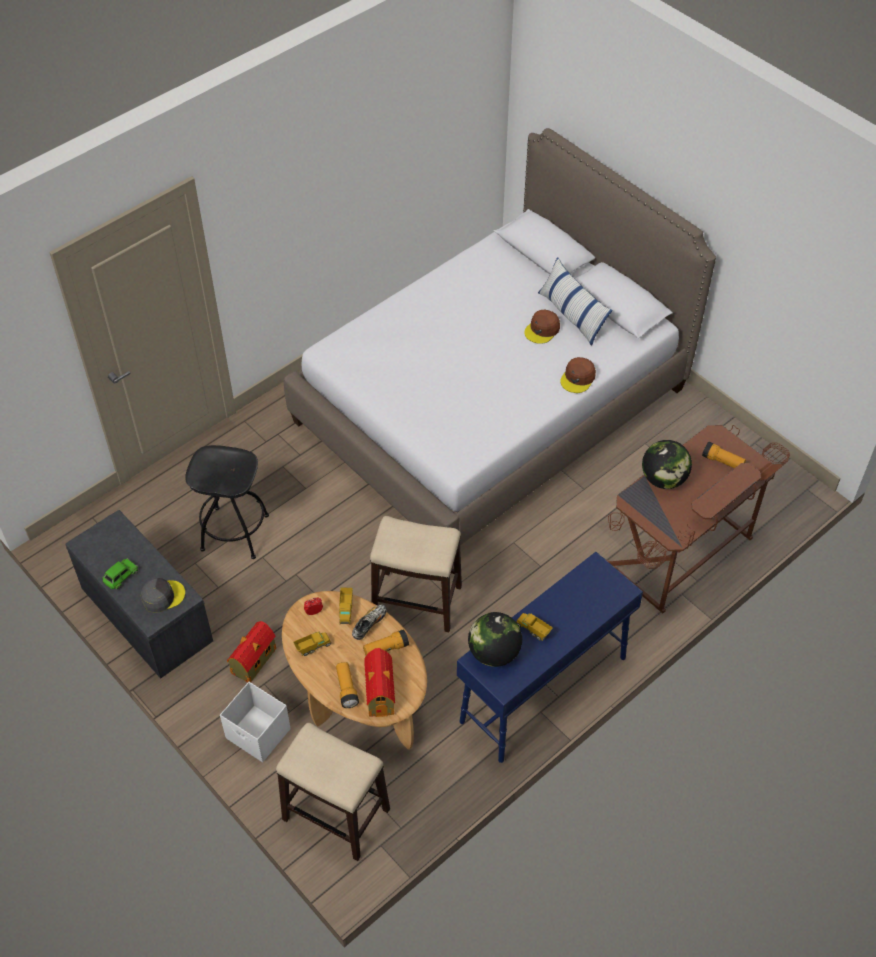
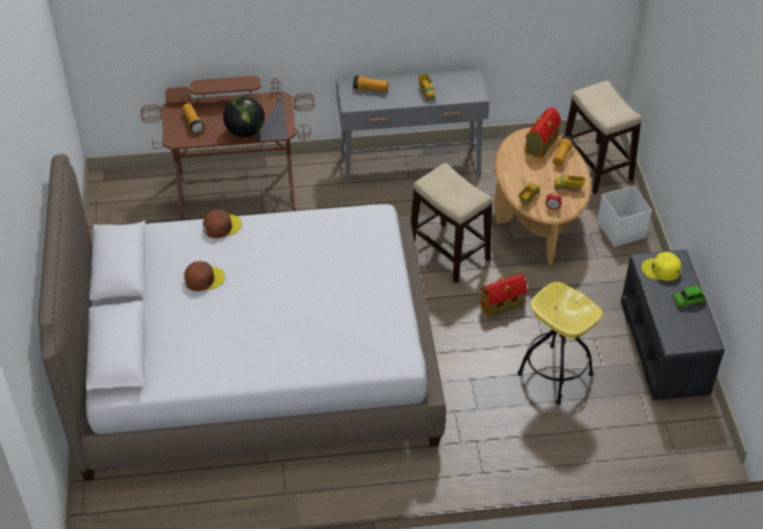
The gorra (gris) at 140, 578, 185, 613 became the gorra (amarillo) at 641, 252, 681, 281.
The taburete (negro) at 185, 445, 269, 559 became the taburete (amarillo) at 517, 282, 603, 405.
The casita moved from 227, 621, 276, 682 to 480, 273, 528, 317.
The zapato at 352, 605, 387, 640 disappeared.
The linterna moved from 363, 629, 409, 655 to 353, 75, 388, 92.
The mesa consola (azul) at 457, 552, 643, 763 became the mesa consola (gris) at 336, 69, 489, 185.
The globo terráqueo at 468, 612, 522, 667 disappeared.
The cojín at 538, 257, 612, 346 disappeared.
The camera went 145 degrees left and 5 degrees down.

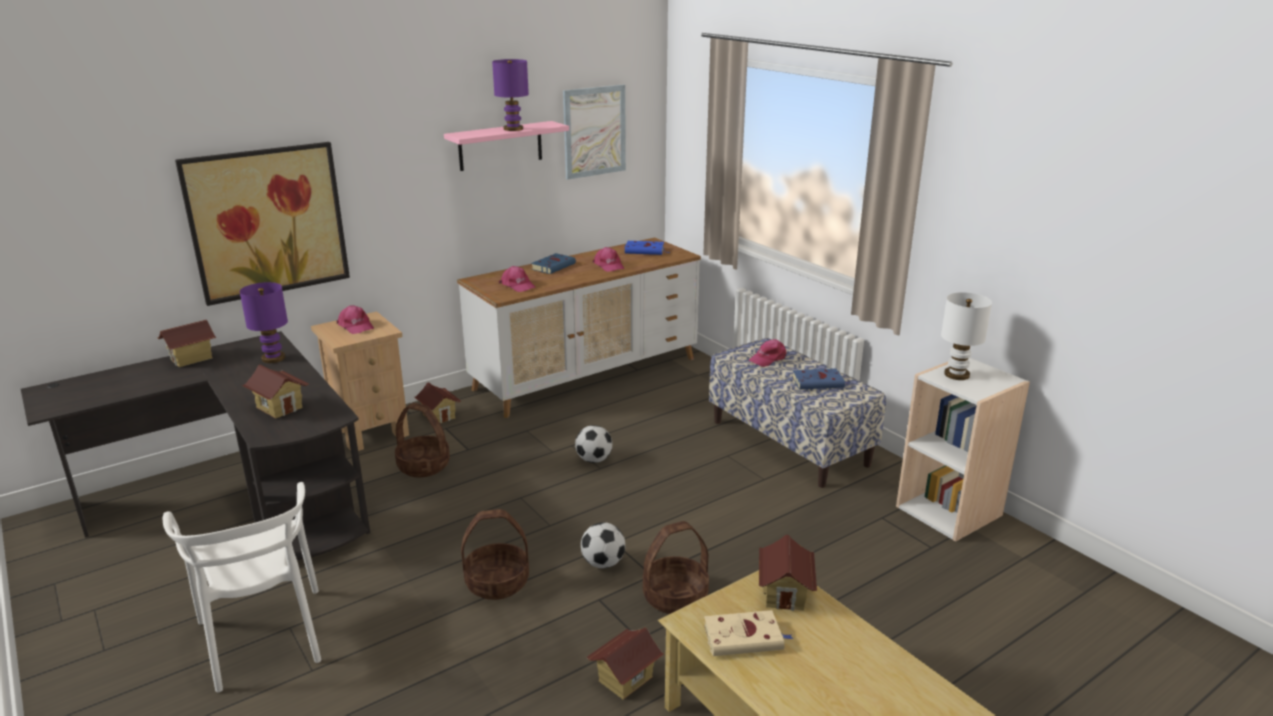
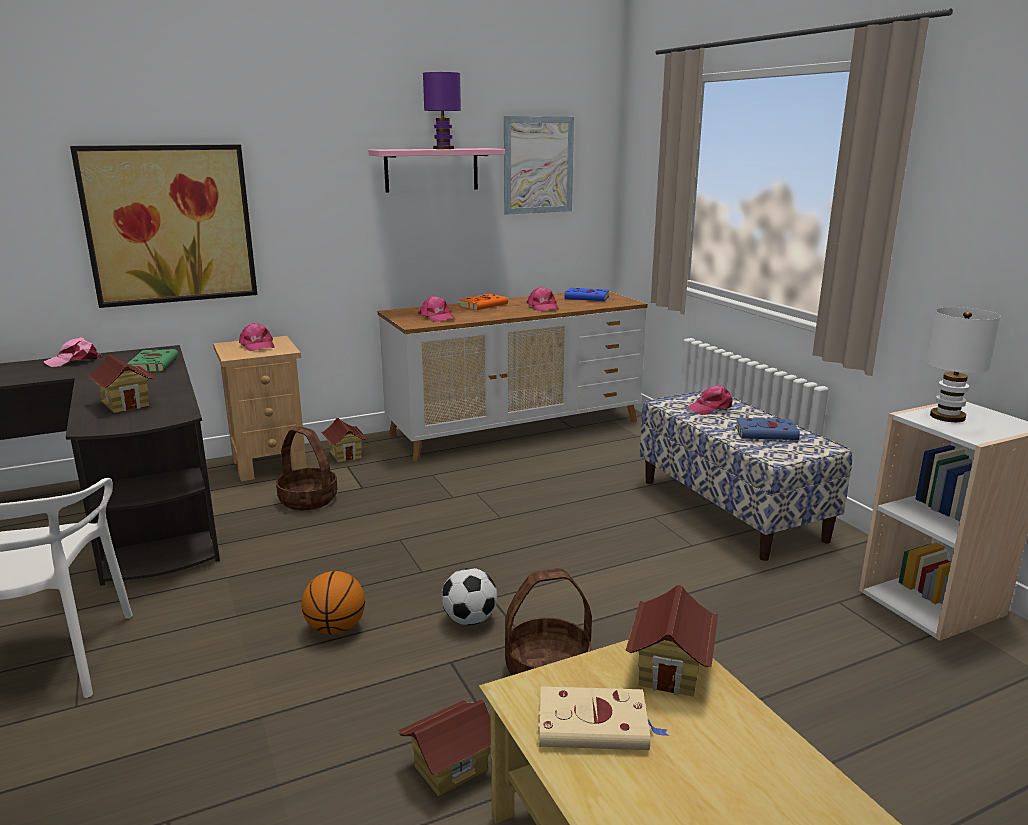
The casita at 158, 320, 217, 367 was replaced by the gorra (rosa) at 43, 337, 102, 367.
The lámpara de mesa (morado) at 240, 282, 288, 363 was replaced by the libro (verde) at 127, 349, 178, 372.
The cesta at 461, 509, 529, 600 was replaced by the balón de baloncesto at 302, 571, 365, 635.
The libro (azul) at 531, 253, 576, 274 became the libro (naranja) at 459, 294, 508, 310.
The balón de fútbol at 575, 425, 612, 463 disappeared.
The camera went 10 degrees right and 5 degrees down.

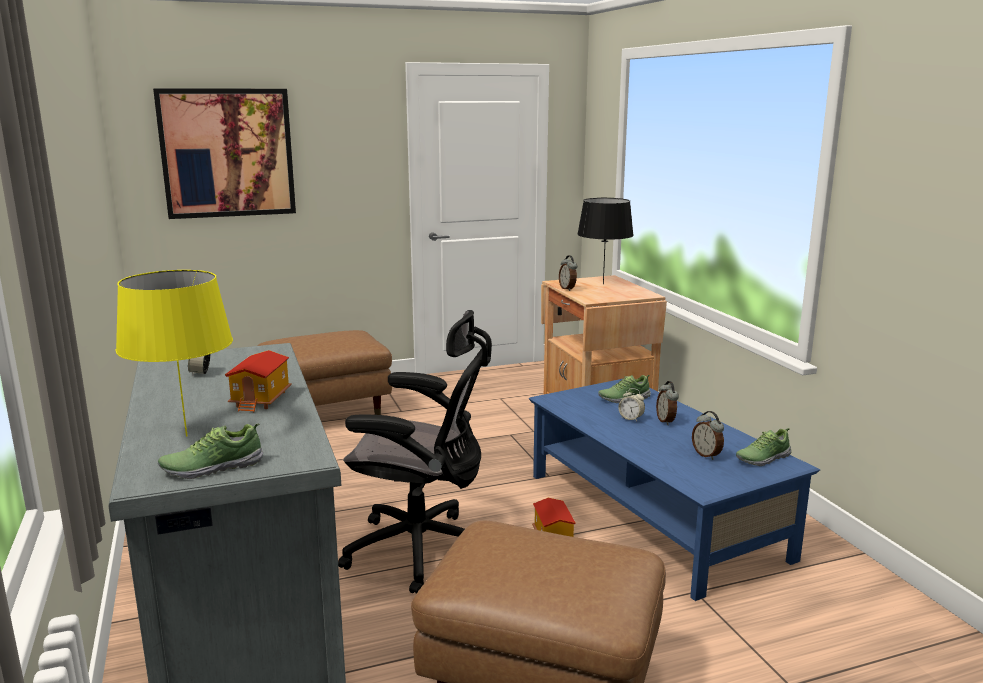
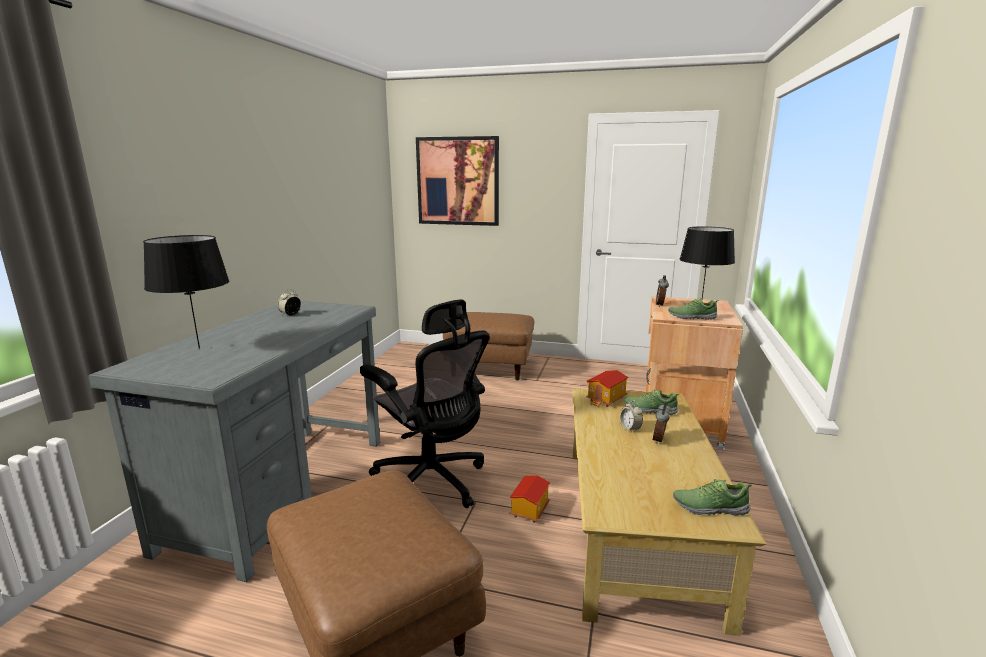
The lámpara de mesa (amarillo) at 116, 270, 233, 437 became the lámpara de mesa (negro) at 143, 235, 229, 349.
The zapato moved from 158, 423, 263, 479 to 668, 298, 718, 320.
The casita moved from 225, 350, 292, 412 to 586, 370, 628, 407.
The mesa de centro (azul) at 529, 378, 820, 601 became the mesa de centro (beis) at 572, 389, 767, 636.
The despertador at 692, 411, 724, 460 disappeared.
The camera went 35 degrees right and 0 degrees up.

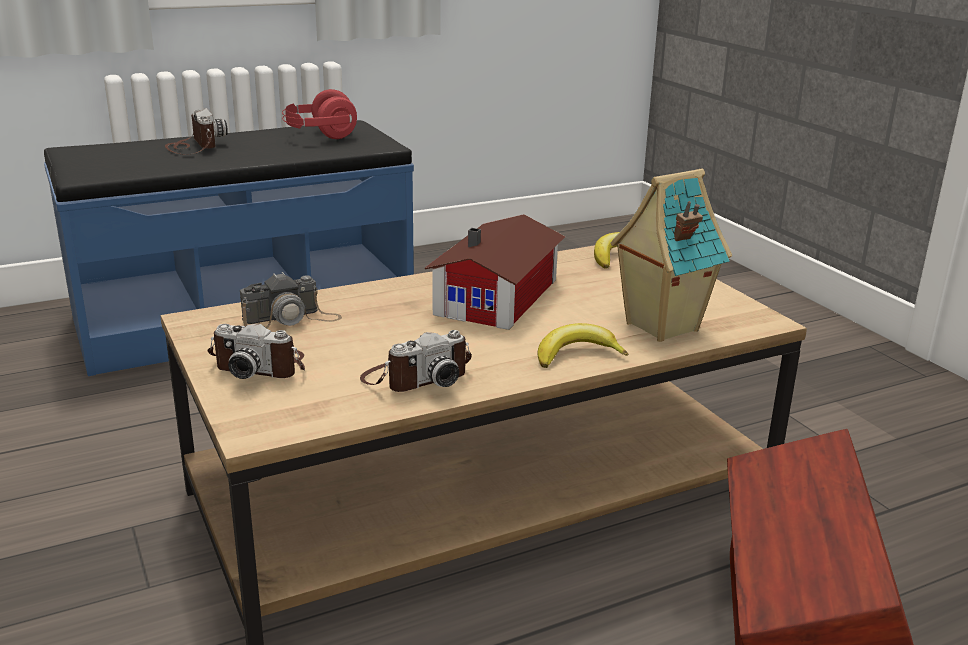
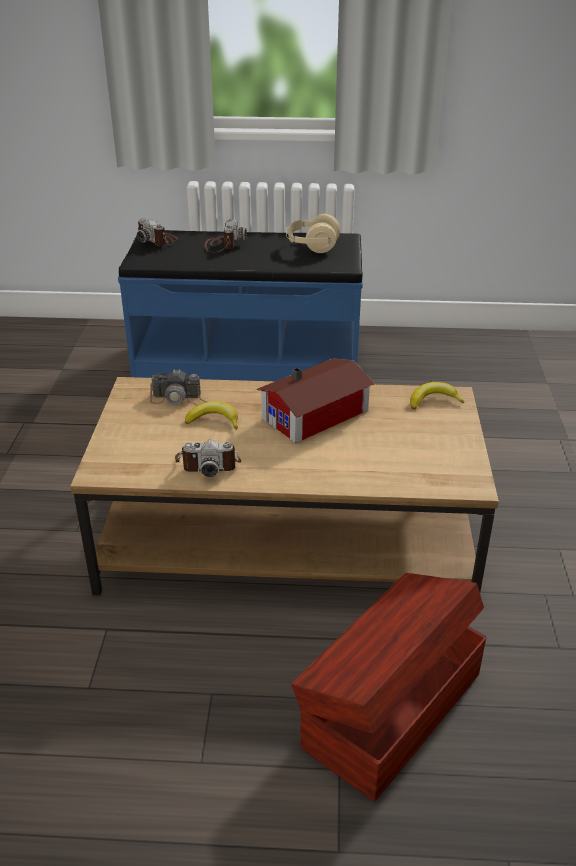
The cámara moved from 207, 323, 305, 379 to 137, 218, 178, 246.
The auriculares (rojo) at 282, 89, 357, 139 became the auriculares (beis) at 286, 214, 340, 253.
The plátano moved from 537, 323, 628, 368 to 185, 401, 238, 430.
The casita at 611, 168, 732, 342 disappeared.
The camera went 30 degrees right and 10 degrees up.

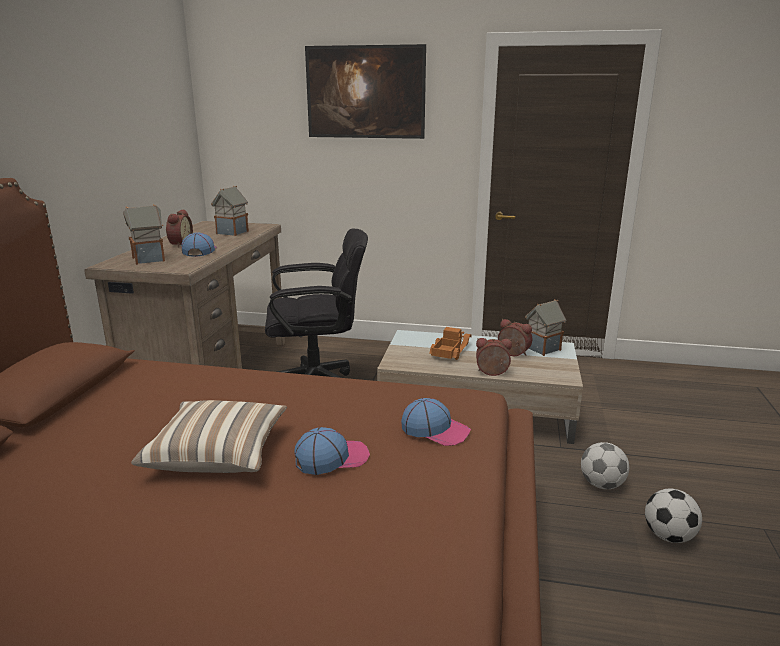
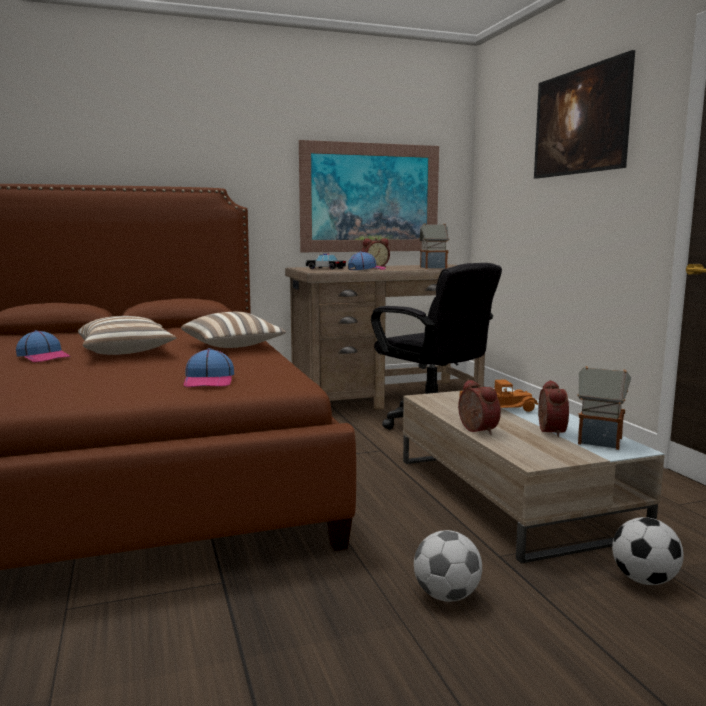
The casita at 123, 204, 165, 265 was replaced by the coche de juguete at 306, 254, 346, 270.
The gorra moved from 294, 427, 370, 475 to 16, 330, 71, 362.
The balón de fútbol moved from 645, 488, 702, 543 to 612, 517, 684, 585.
The cojín at 181, 312, 286, 348 appeared.
The cuadro at 299, 140, 439, 252 appeared.
The camera went 60 degrees right and 10 degrees down.

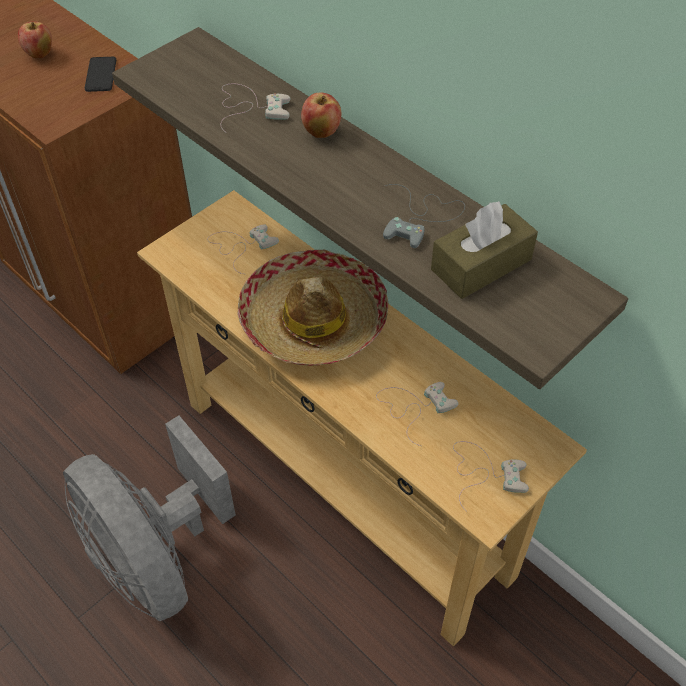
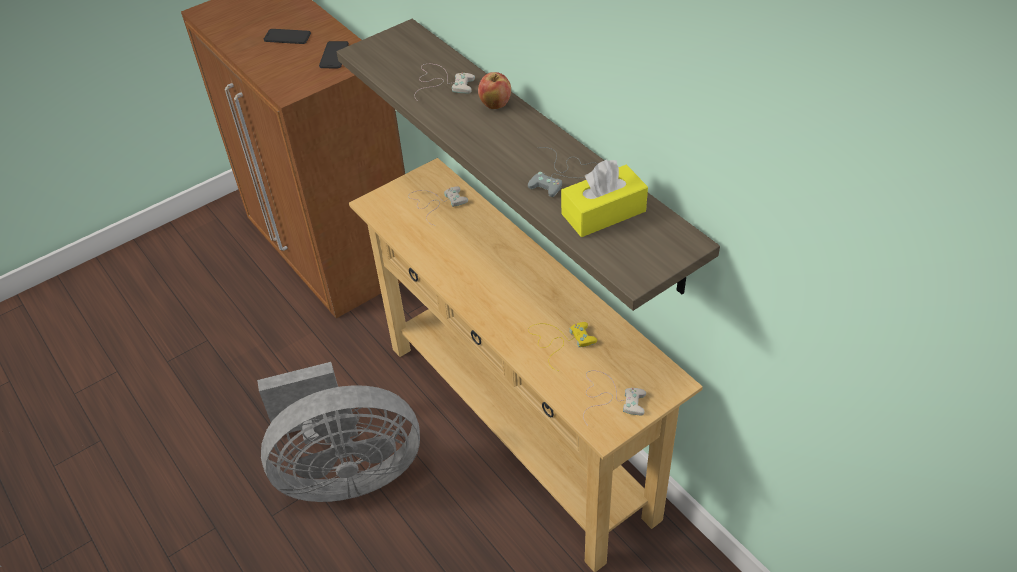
The manzana at 18, 21, 52, 58 was replaced by the móvil at 264, 29, 311, 44.
The ventilador (gris) at 63, 415, 236, 621 turned 75 degrees counterclockwise.
The sombrero at 238, 250, 388, 366 disappeared.
The mando de consola (blanco) at 376, 382, 458, 446 became the mando de consola (amarillo) at 528, 322, 597, 371.
The caja de pañuelos (marrón) at 431, 201, 538, 299 became the caja de pañuelos (amarillo) at 561, 160, 648, 237.
The camera went 10 degrees right and 5 degrees down.

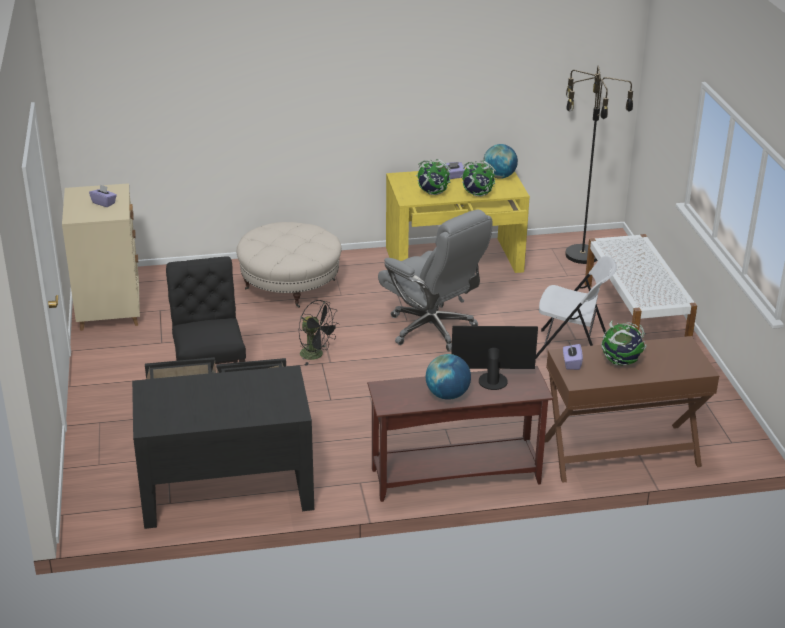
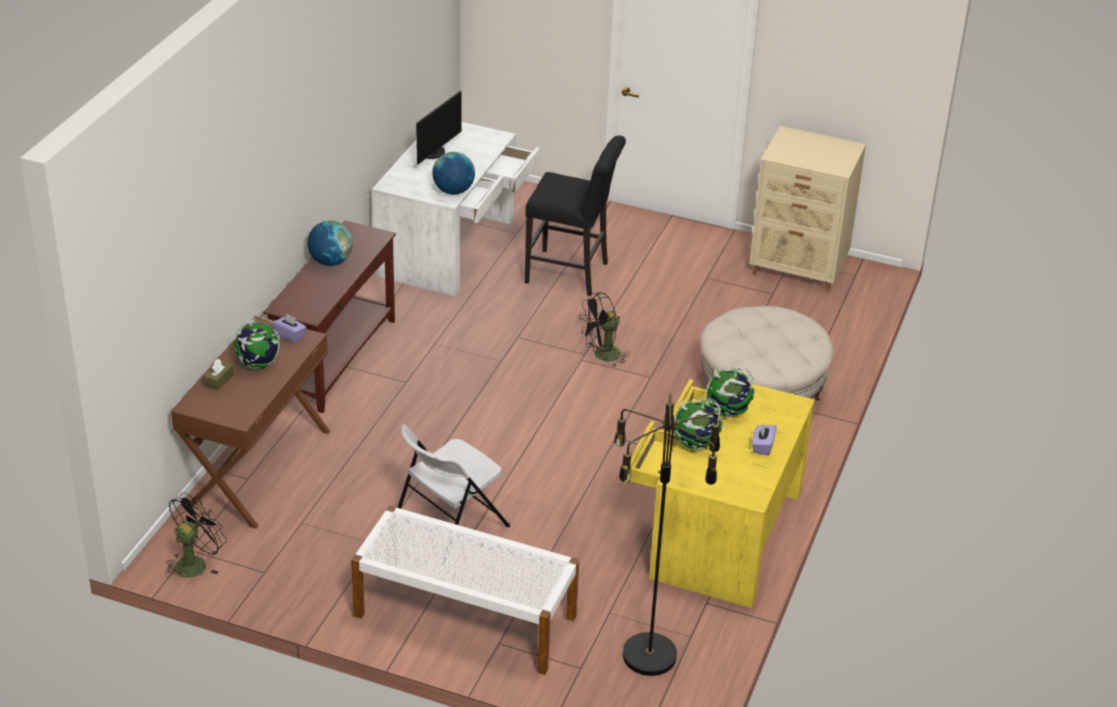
The caja de pañuelos (morado) at 89, 184, 117, 207 disappeared.
The escritorio (negro) at 132, 357, 314, 529 became the escritorio (blanco) at 372, 122, 540, 296.
The silla de oficina (gris) at 378, 210, 493, 352 disappeared.
The monitor moved from 451, 326, 538, 390 to 416, 91, 462, 164.
The globo terráqueo moved from 483, 144, 518, 179 to 432, 152, 475, 194.
The ventilador (negro) at 165, 492, 227, 578 appeared.
The caja de pañuelos (marrón) at 203, 359, 234, 391 appeared.
The camera went 120 degrees right and 5 degrees up.

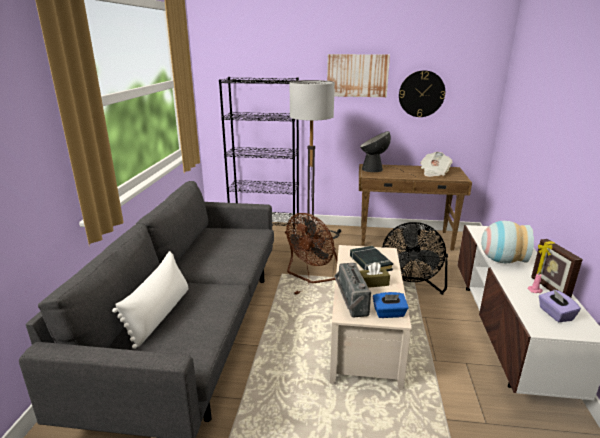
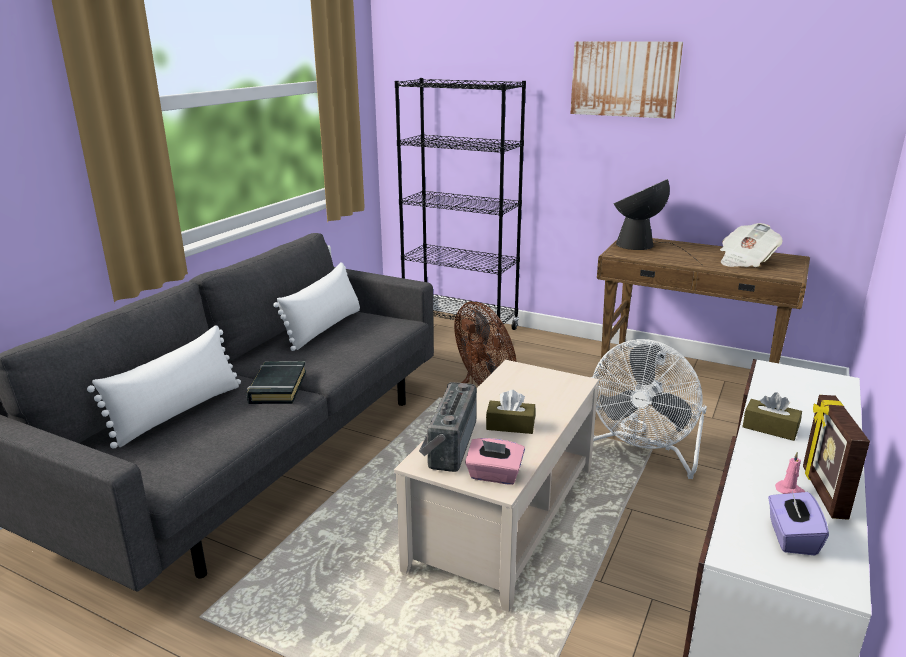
The lámpara de pie at 290, 80, 341, 251 disappeared.
The libro (negro) moved from 350, 246, 393, 271 to 246, 361, 306, 404.
The caja de pañuelos (azul) at 373, 292, 409, 318 became the caja de pañuelos (rosa) at 465, 438, 525, 485.
The ventilador (negro) at 382, 222, 448, 295 became the ventilador (blanco) at 591, 339, 707, 479.
The reloj de pared at 399, 70, 445, 117 disappeared.
The florero at 481, 221, 534, 263 was replaced by the caja de pañuelos (marrón) at 742, 392, 802, 441.
The cojín (blanco) at 273, 262, 360, 351 appeared.
The camera went 20 degrees right and 0 degrees up.

